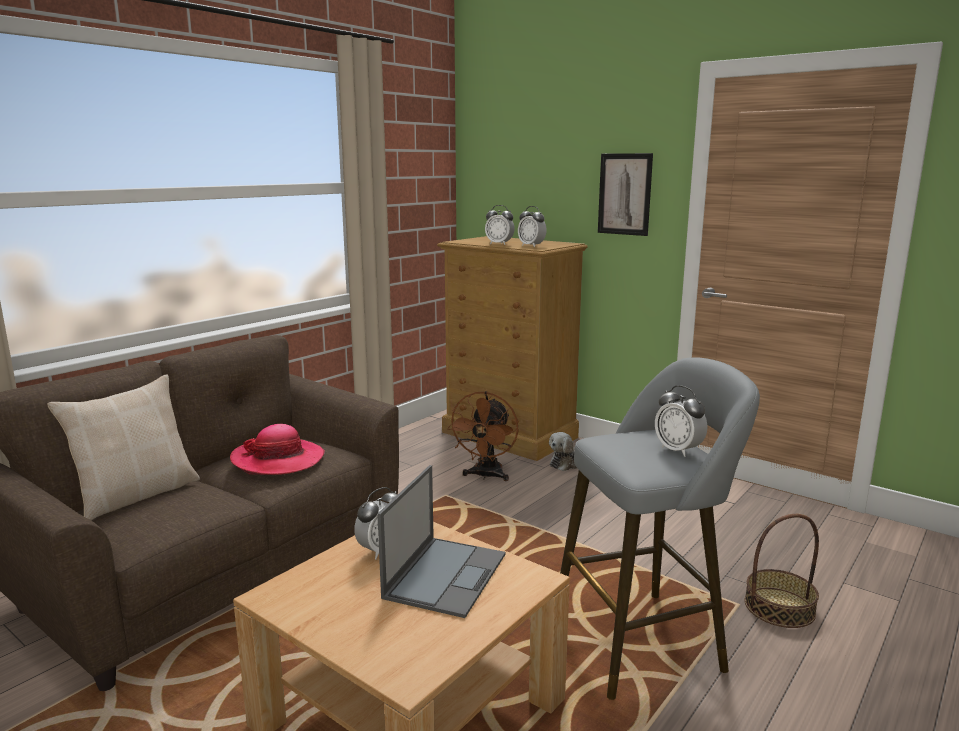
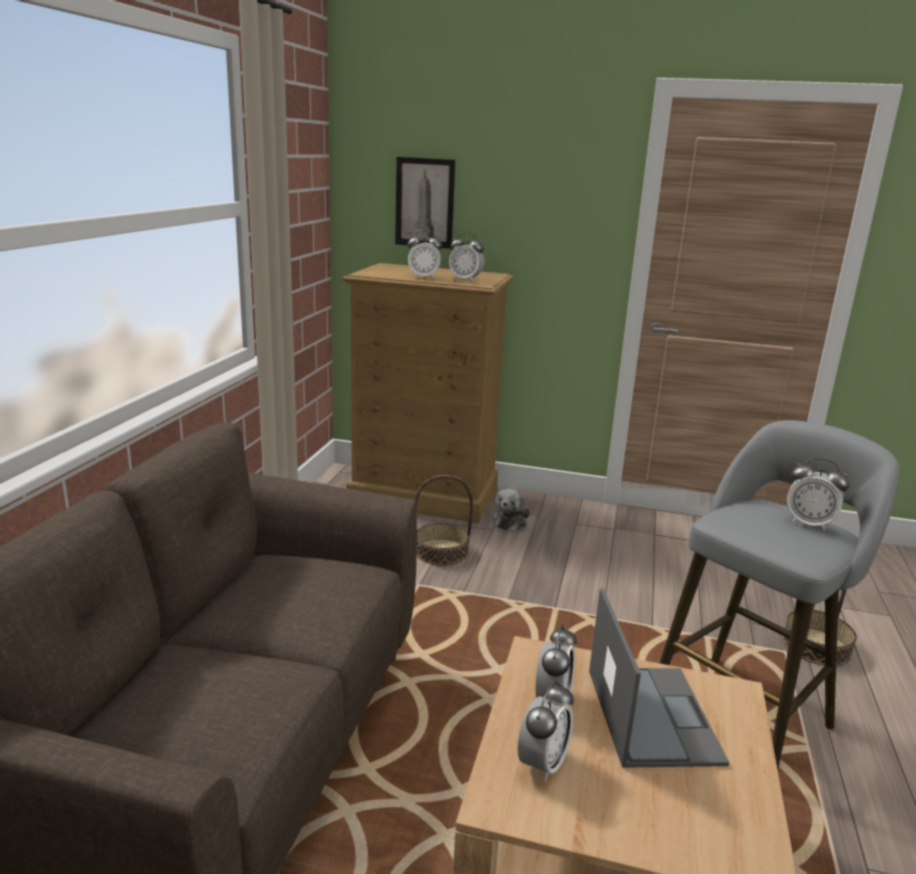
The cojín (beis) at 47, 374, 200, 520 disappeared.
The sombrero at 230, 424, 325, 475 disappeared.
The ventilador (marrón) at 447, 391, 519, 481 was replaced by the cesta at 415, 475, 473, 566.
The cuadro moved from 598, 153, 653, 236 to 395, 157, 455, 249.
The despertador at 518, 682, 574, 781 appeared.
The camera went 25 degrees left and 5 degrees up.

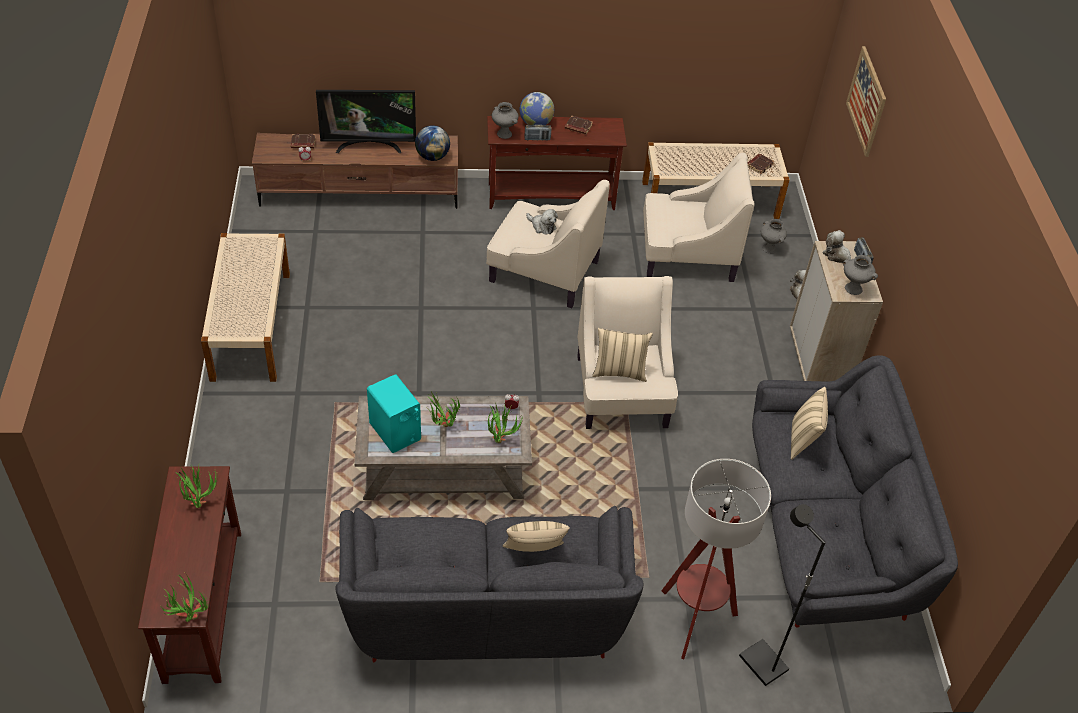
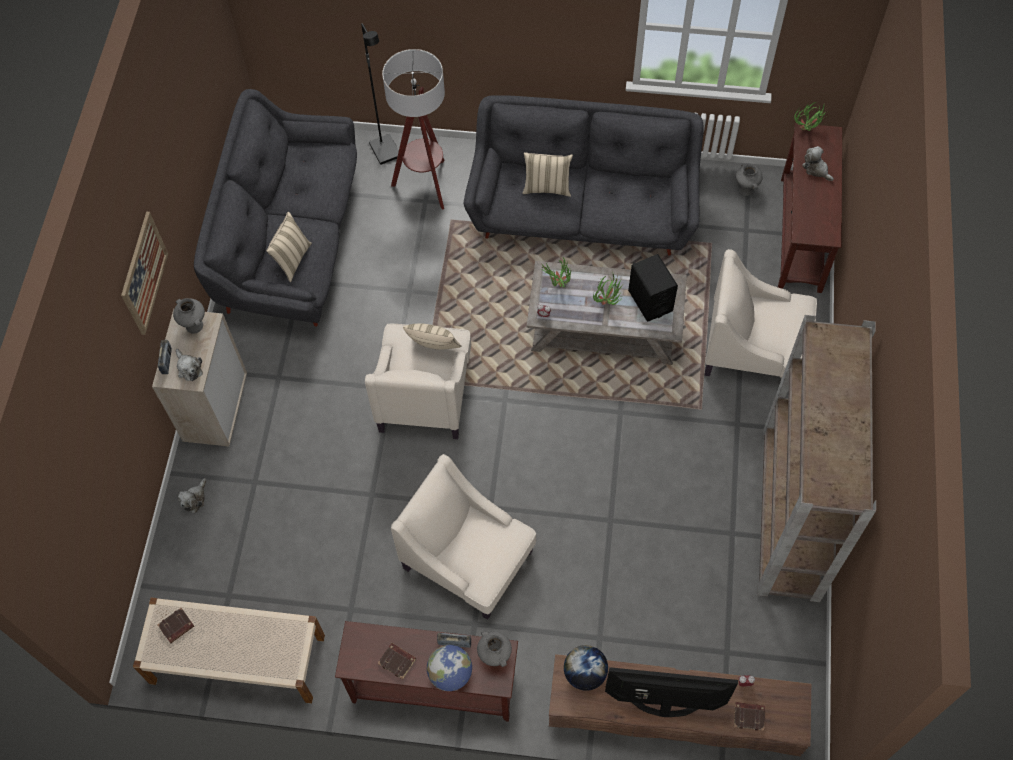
The planta en maceta at 175, 465, 218, 508 disappeared.
The banco (beis) at 201, 233, 290, 382 was replaced by the estantería (marrón) at 757, 315, 876, 602.
The altavoz (turquesa) at 367, 374, 421, 453 became the altavoz (negro) at 628, 254, 678, 322.
The peluche moved from 526, 209, 558, 235 to 802, 146, 834, 181.
The sillón (beis) moved from 643, 153, 755, 282 to 704, 249, 817, 378.
The florero (gris) moved from 761, 219, 787, 254 to 736, 164, 762, 196.
The cuadro moved from 846, 46, 886, 157 to 121, 212, 168, 335.
The camera went 165 degrees left and 15 degrees up.

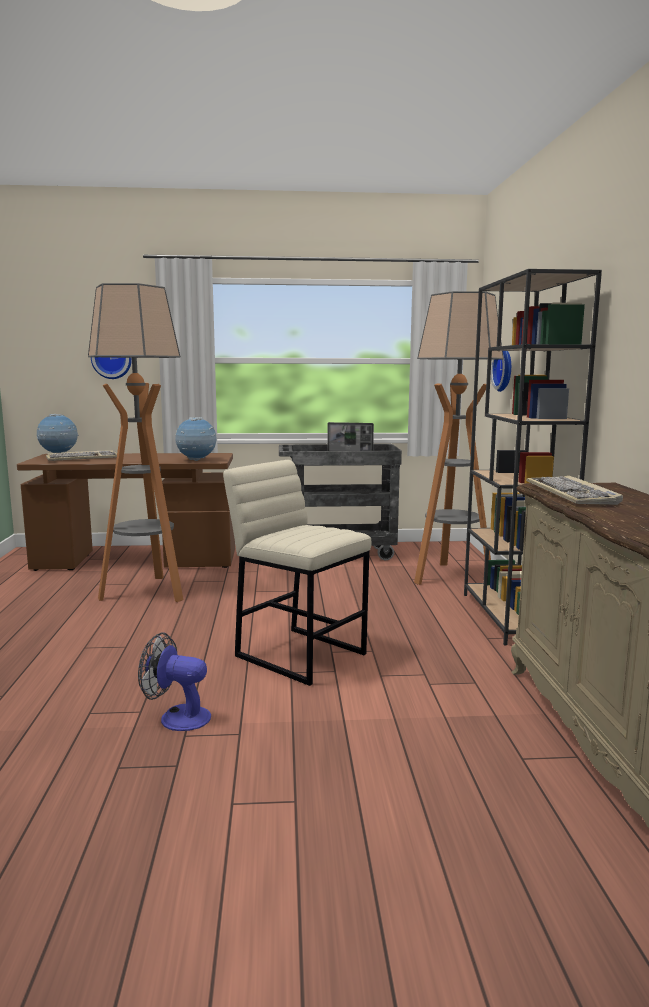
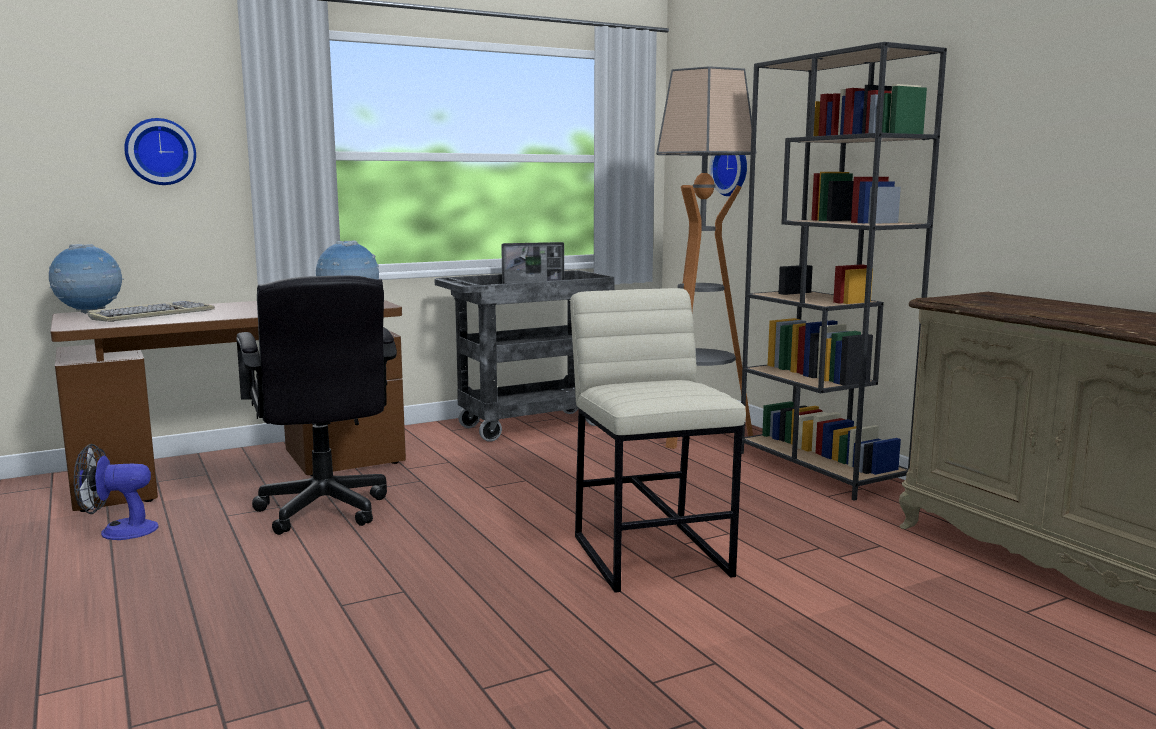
The lámpara de pie at 88, 283, 183, 602 was replaced by the silla de oficina (negro) at 236, 275, 397, 535.
The ventilador moved from 138, 632, 211, 731 to 74, 444, 158, 540.
The silla (beis) at 223, 460, 372, 686 turned 60 degrees clockwise.
The teclado at 526, 475, 623, 505 disappeared.
The camera went 25 degrees left and 0 degrees up.

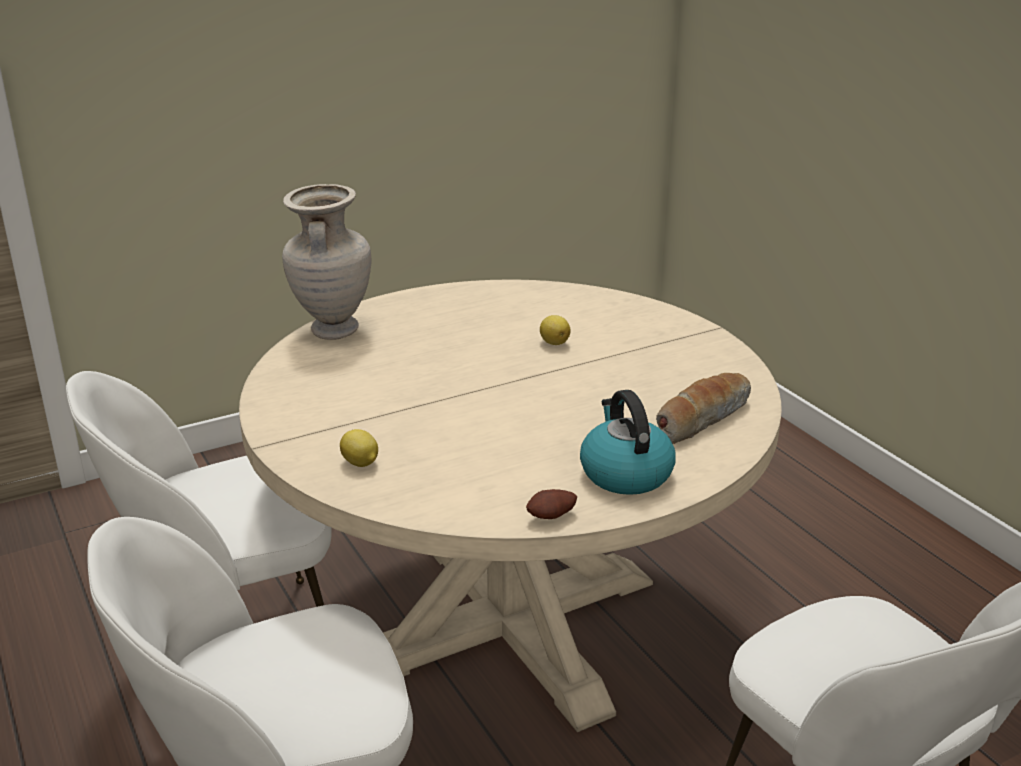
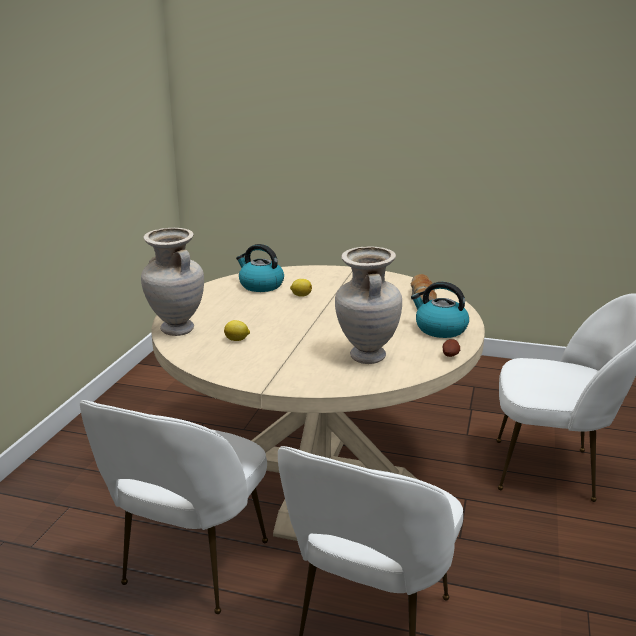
The limón moved from 340, 429, 378, 467 to 224, 320, 250, 341.
The hervidor at 236, 244, 284, 292 appeared.
The florero (beis) at 335, 246, 402, 364 appeared.
The camera went 45 degrees left and 5 degrees down.

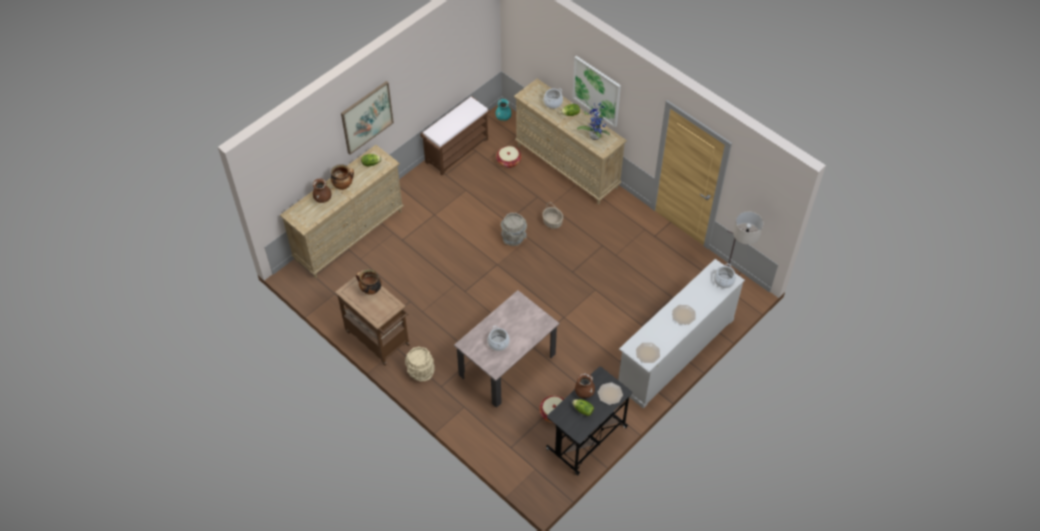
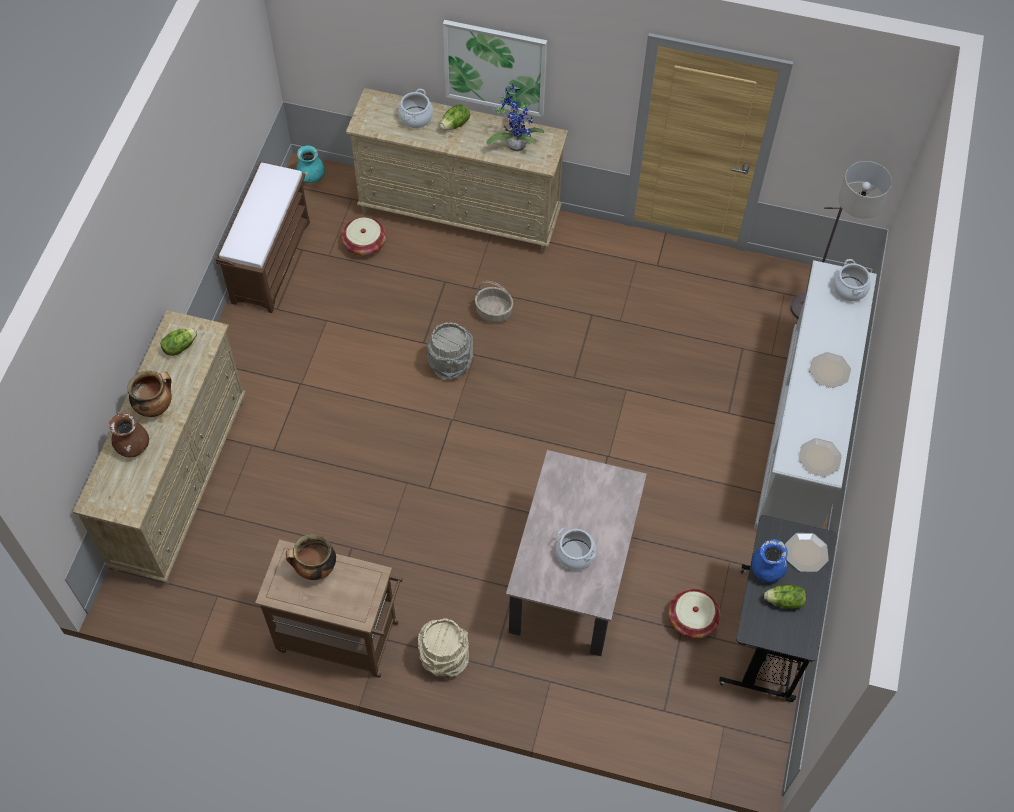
The cuadro at 341, 81, 394, 155 disappeared.
The florero (marrón) at 575, 373, 595, 398 became the florero (azul) at 752, 539, 788, 583.
The camera went 30 degrees left and 5 degrees up.

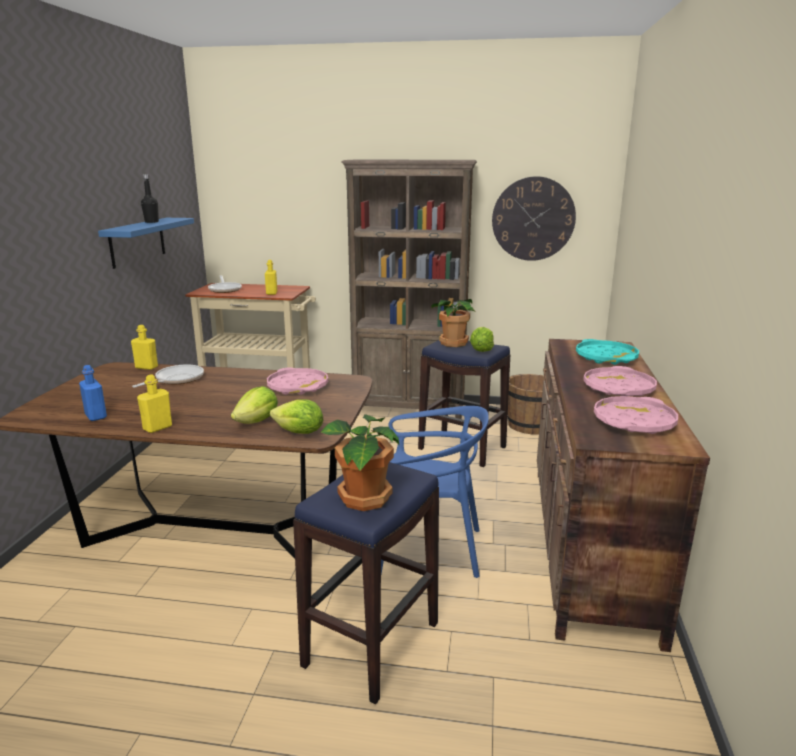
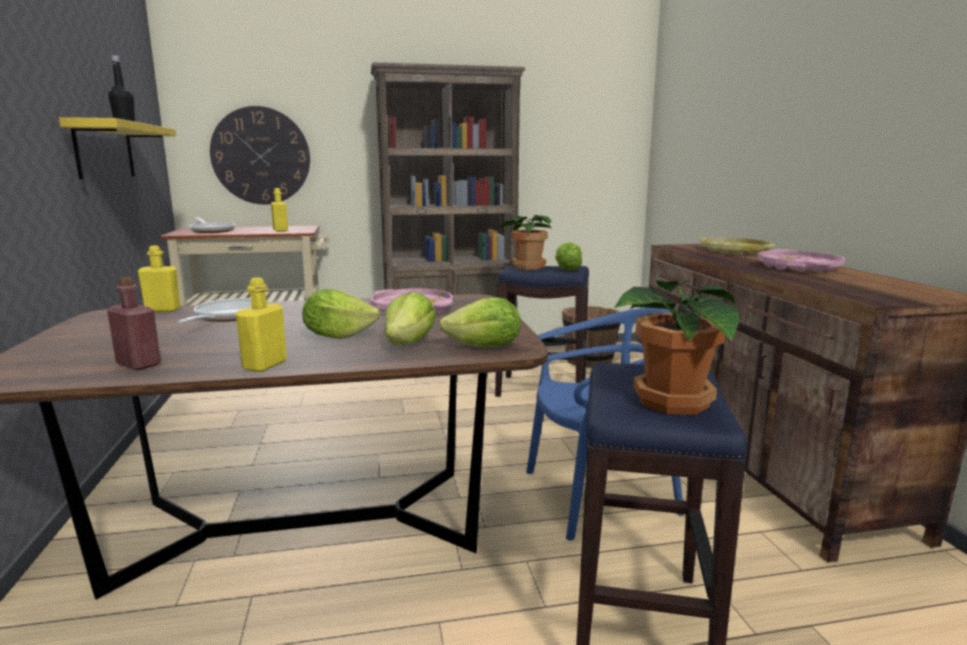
The botella (azul) at 79, 365, 107, 421 became the botella (rojo) at 107, 277, 161, 370.
The estante (azul) at 98, 218, 194, 269 became the estante (amarillo) at 59, 117, 176, 179.
The reloj de pared moved from 492, 176, 576, 261 to 210, 106, 310, 204.
The bandeja (turquesa) at 576, 339, 639, 365 became the bandeja (amarillo) at 699, 238, 776, 255.
The bandeja (rosa) at 594, 396, 678, 434 disappeared.
The lechuga at 302, 289, 380, 339 appeared.
The camera went 20 degrees left and 5 degrees down.

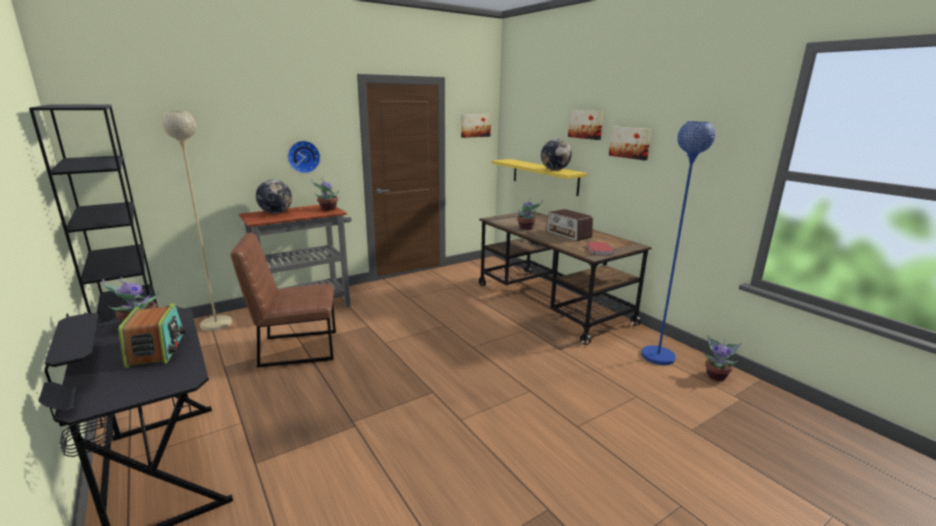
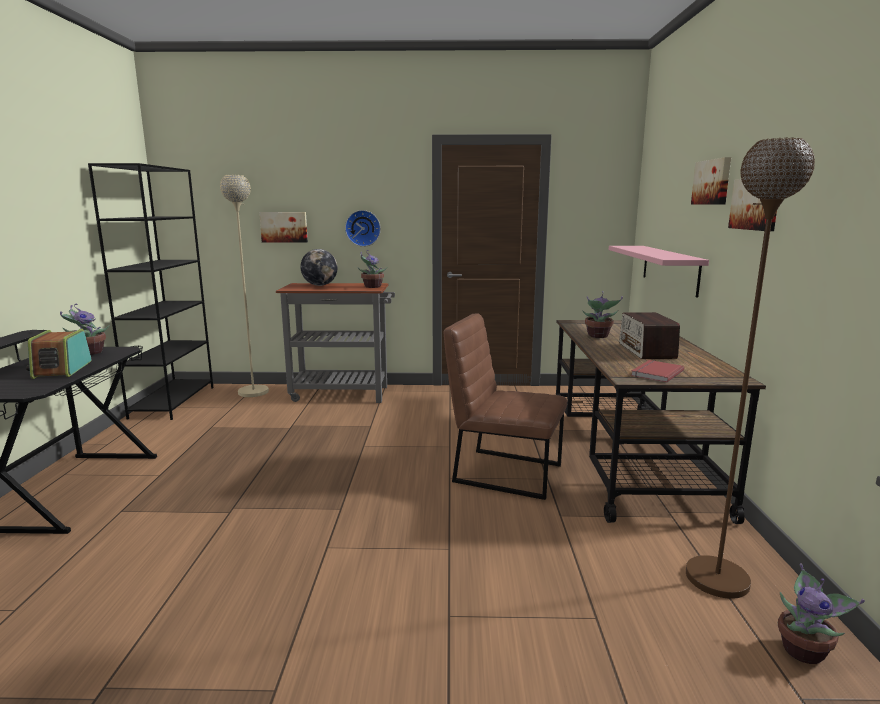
The radio at 118, 303, 187, 369 turned 150 degrees clockwise.
The silla (marrón) moved from 231, 232, 336, 368 to 444, 314, 567, 500.
The cuadro moved from 461, 114, 491, 138 to 259, 212, 308, 243.
The estante (amarillo) at 491, 159, 588, 196 became the estante (rosa) at 609, 246, 709, 298.
The globo terráqueo at 541, 139, 572, 170 disappeared.
The lámpara de pie (azul) at 641, 121, 715, 365 became the lámpara de pie (marrón) at 686, 137, 815, 599.
The camera went 35 degrees right and 5 degrees down.

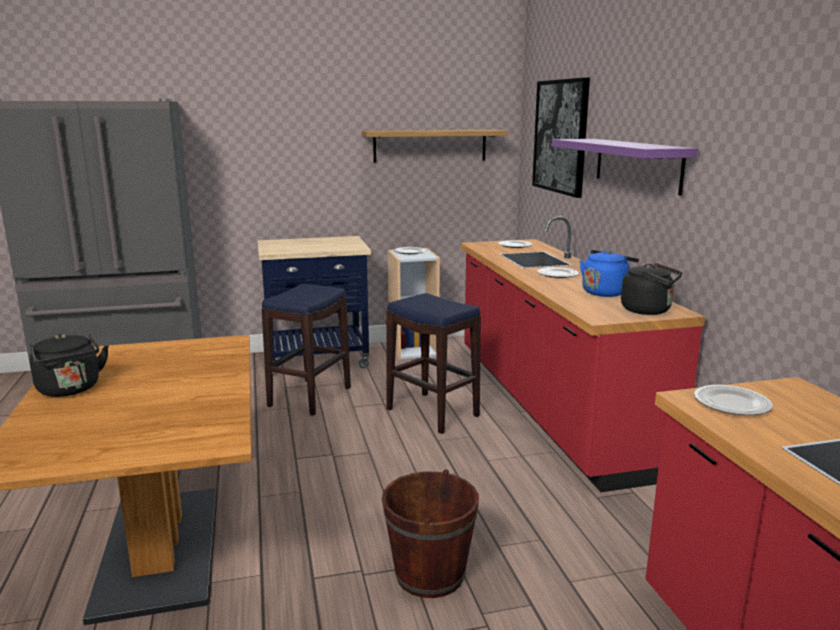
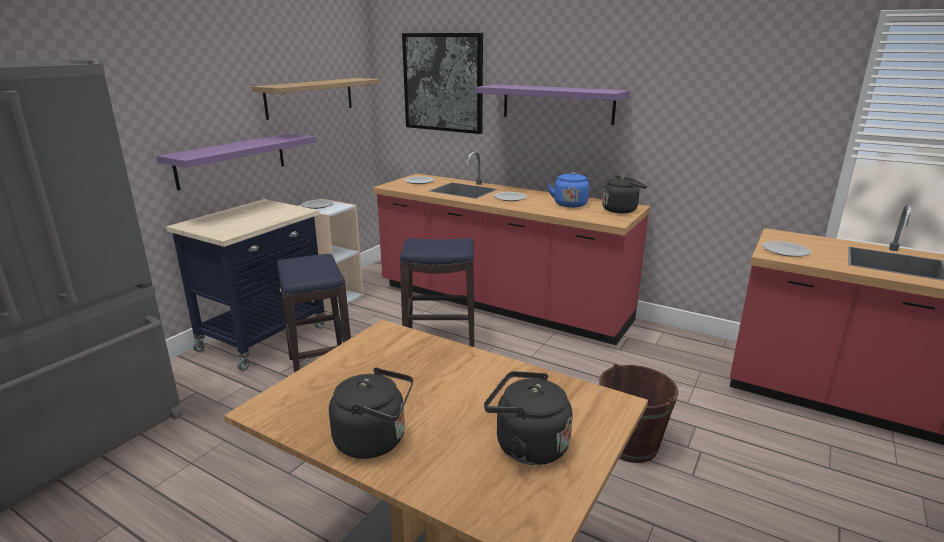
The estante (morado) at 157, 133, 316, 190 appeared.
The hervidor (negro) at 484, 371, 572, 465 appeared.
The camera went 45 degrees left and 5 degrees up.

